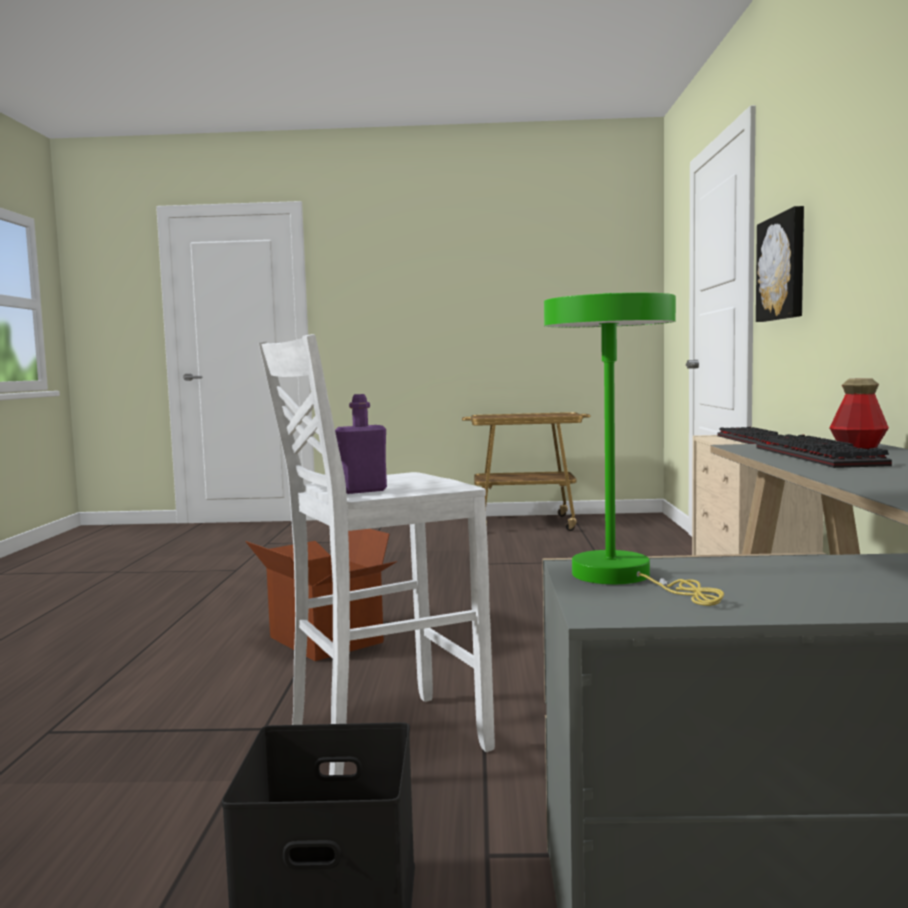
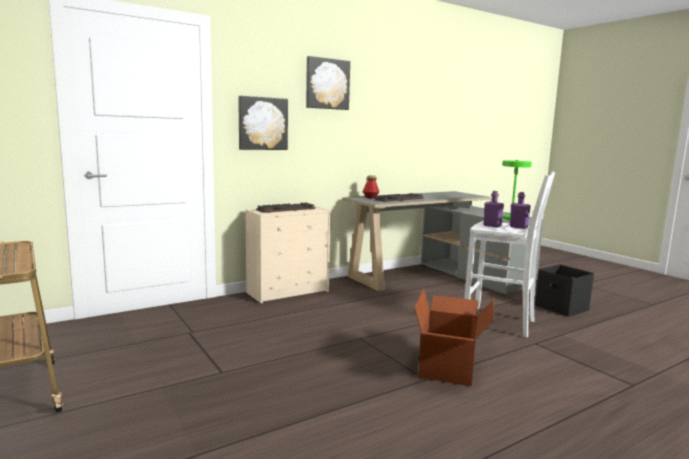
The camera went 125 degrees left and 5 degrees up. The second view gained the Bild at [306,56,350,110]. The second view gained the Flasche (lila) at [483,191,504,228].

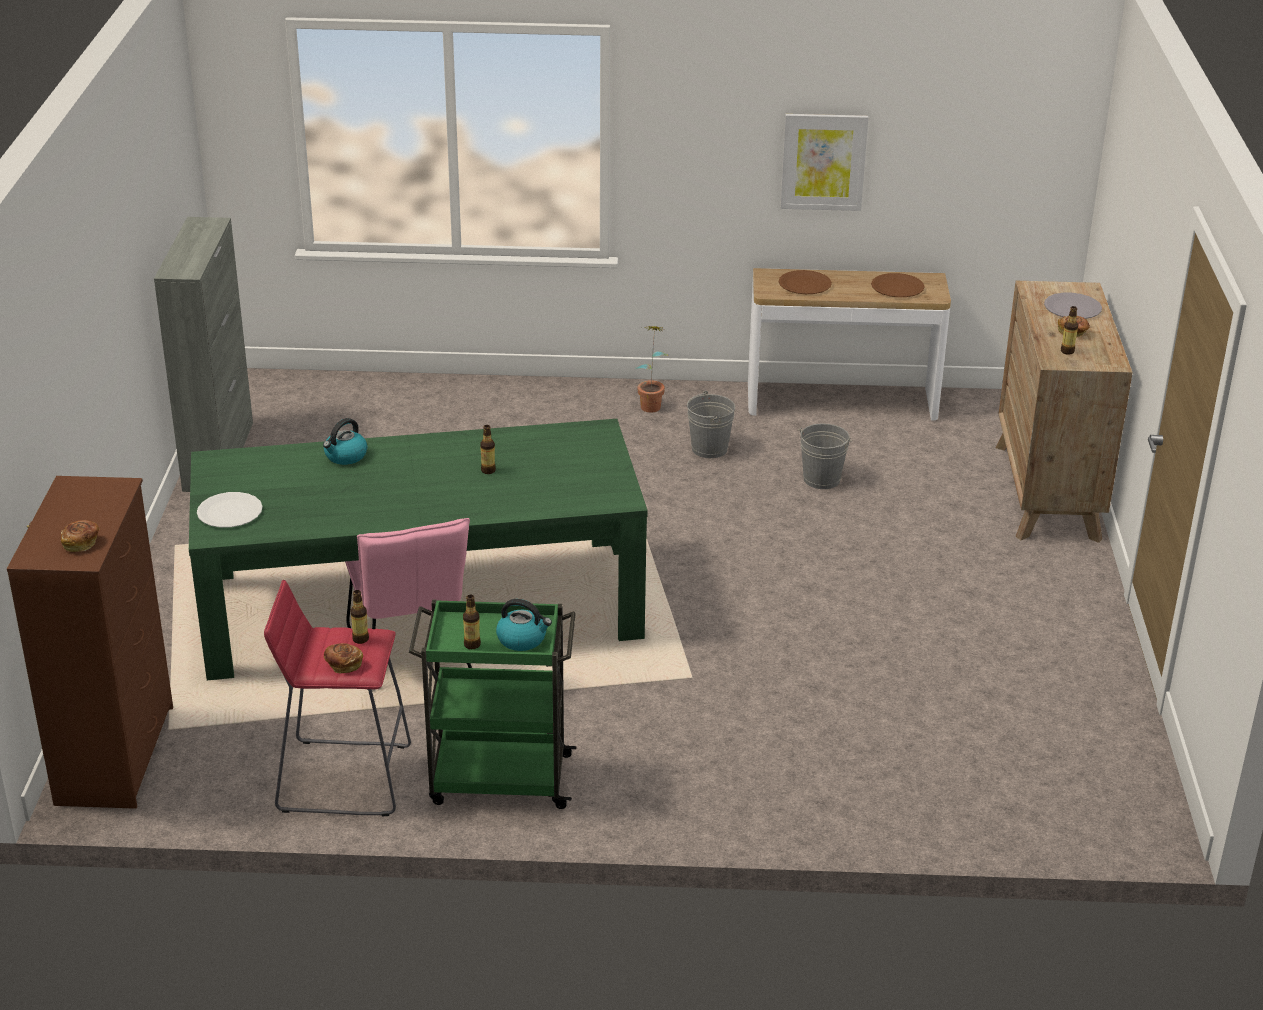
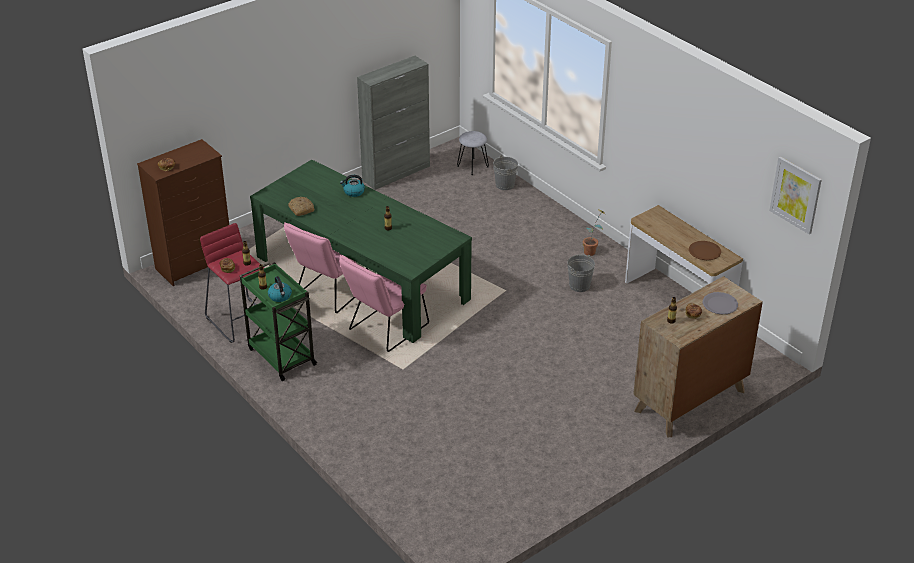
The camera went 50 degrees right and 5 degrees up. The Bild ended up elsewhere, having gone from [780,114,868,211] to [769,157,822,234]. The second view lost the Teller (braun) at [779,270,832,294]. The Eimer (grau) ended up elsewhere, having gone from [797,423,852,489] to [493,155,518,190]. The second view lost the Teller (weiß) at [197,492,263,528]. The second view gained the Hocker (grau) at [457,131,489,175]. The second view gained the Brot at [288,197,315,216]. The second view gained the Stuhl (rosa) at [339,255,429,352].

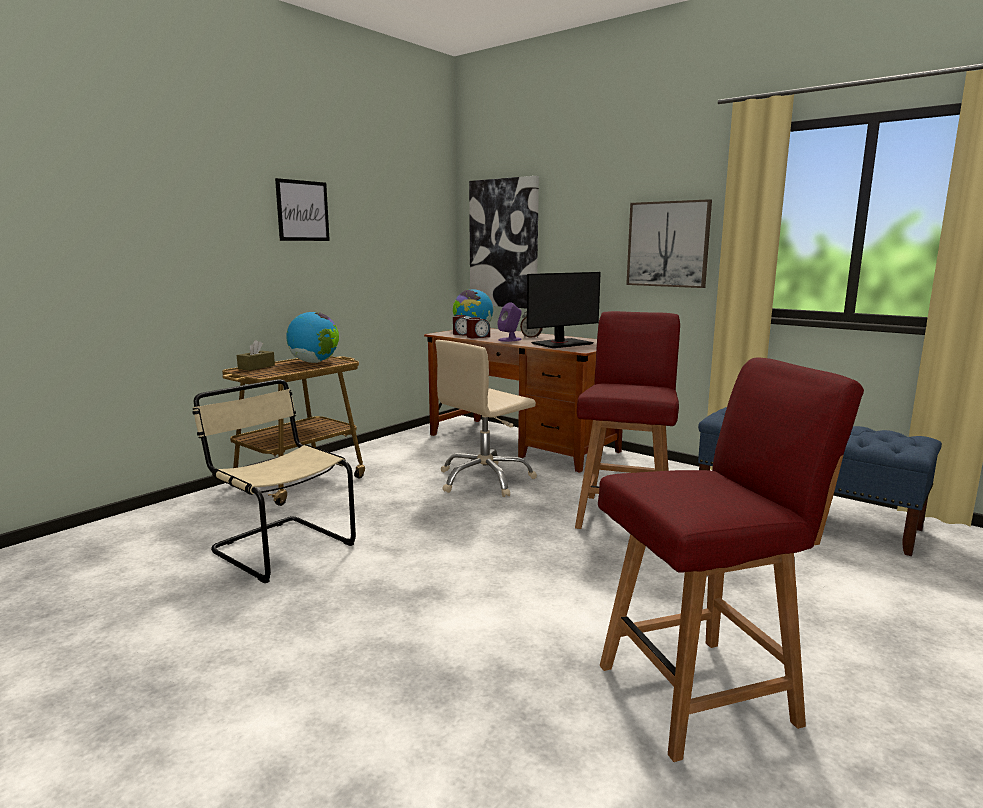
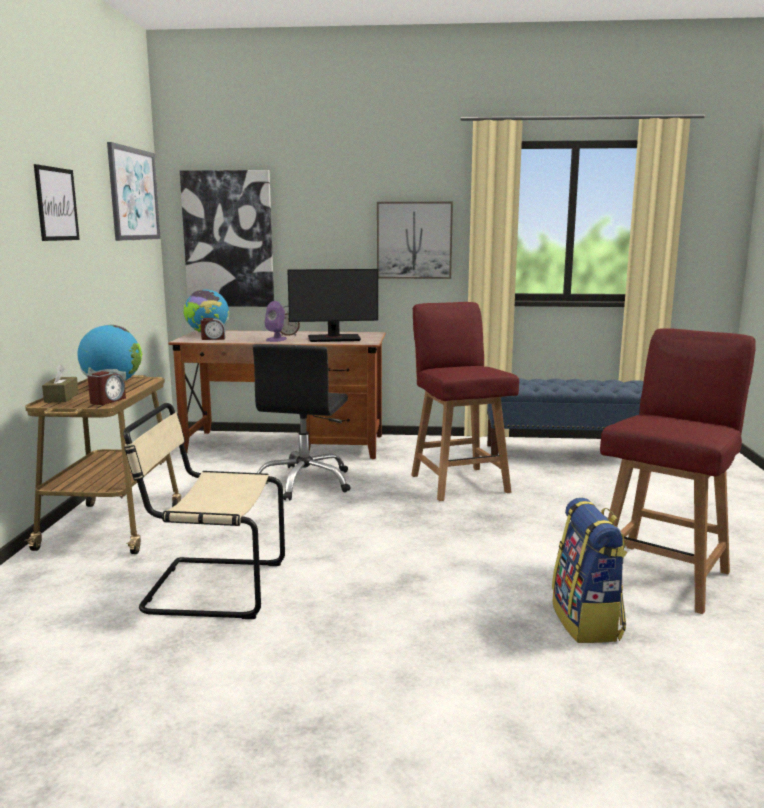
The camera went 35 degrees left and 0 degrees up. The Monitor at [527,272,601,348] ended up facing another way, 60 degrees clockwise from before. The Wecker ended up elsewhere, having gone from [467,317,490,338] to [87,371,126,405]. What was the Bürostuhl (beige) at [435,340,537,497] turned into the Bürostuhl (schwarz) at [253,344,351,501]. The second view gained the Bild at [107,142,161,241]. The second view gained the Rucksack at [552,498,627,643].

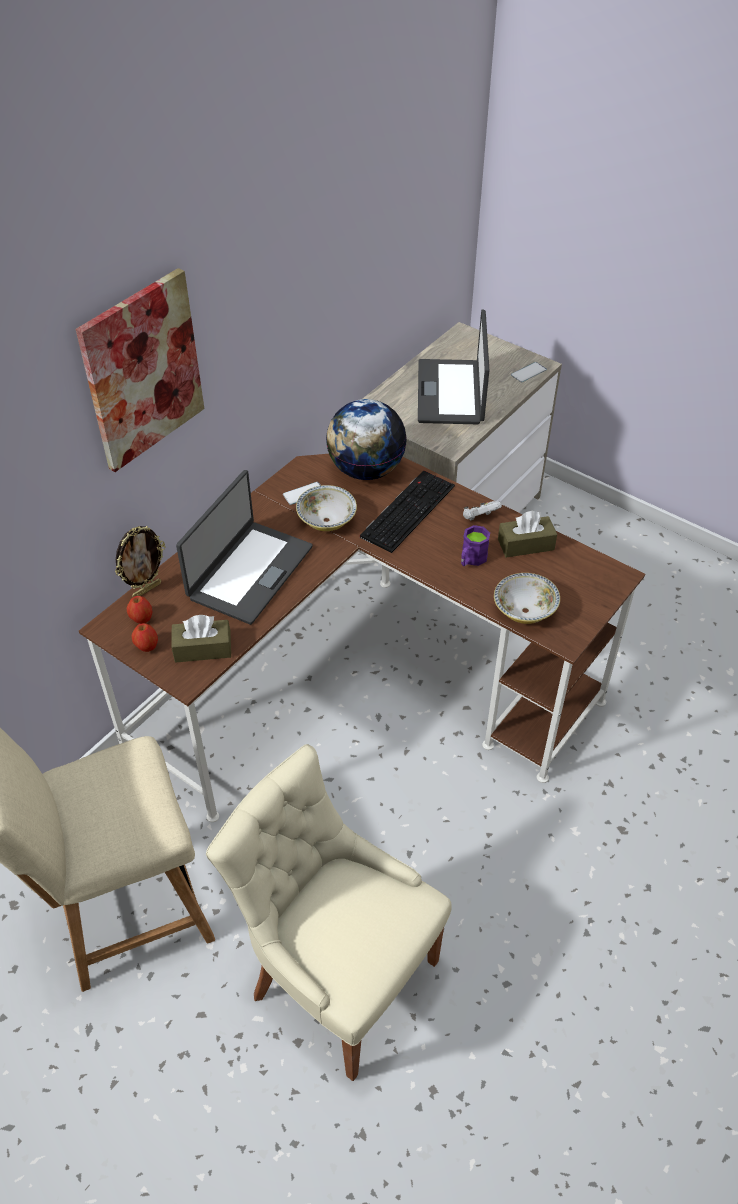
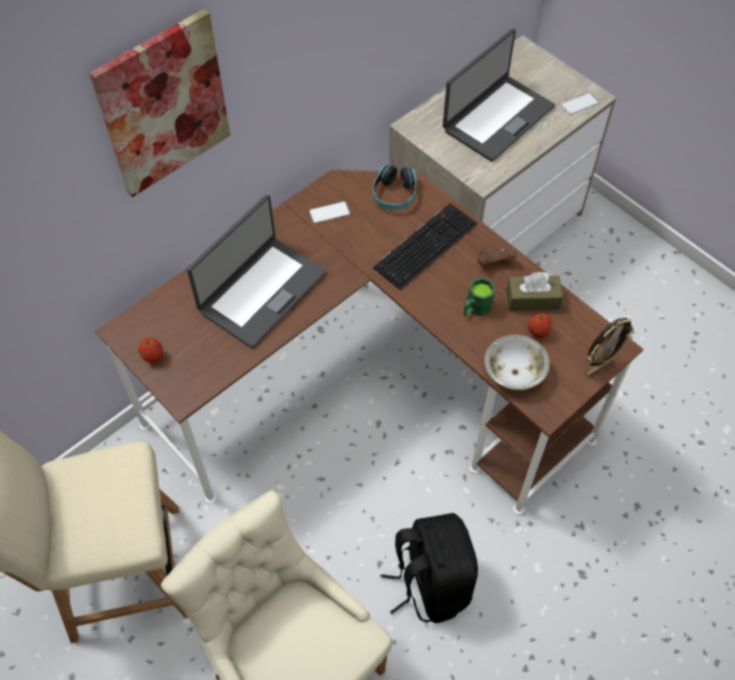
The camera went 10 degrees right and 10 degrees up. The Laptop at [418,309,489,424] ended up facing another way, 150 degrees counterclockwise from before. Where the Globus stood at [326,399,407,480], the Kopfhörer came to stand at [373,165,417,210]. The second view lost the Schüssel at [296,485,357,531]. What was the Gamepad (weiß) at [463,501,502,520] turned into the Gamepad (braun) at [477,249,516,265]. What was the Henkelbecher (lila) at [461,525,490,566] turned into the Henkelbecher (grün) at [463,277,496,316]. The Bilderrahmen ended up elsewhere, having gone from [115,526,165,598] to [587,318,634,376]. The Apfel ended up elsewhere, having gone from [126,596,152,624] to [528,313,552,338]. The second view lost the Taschentuchbox (braun) at [171,615,231,663]. The second view gained the Rucksack (schwarz) at [380,513,478,623].

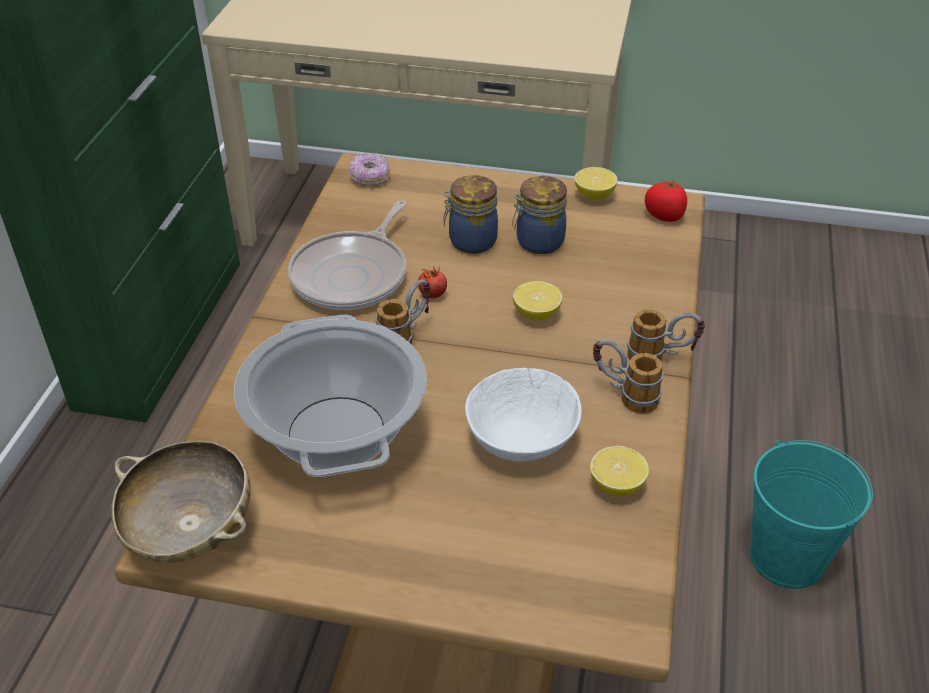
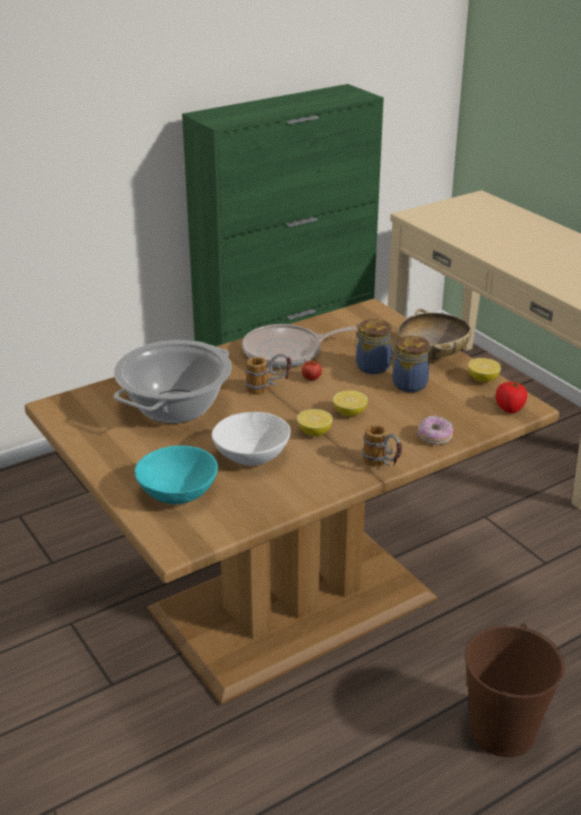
The camera went 45 degrees right and 10 degrees down. The Donut ended up elsewhere, having gone from [349,154,390,186] to [418,416,453,445]. The second view lost the Henkelbecher at [593,340,663,413]. What was the Eimer (türkis) at [750,440,873,589] turned into the Eimer (braun) at [465,624,565,757]. The Schüssel (beige) ended up elsewhere, having gone from [111,441,251,563] to [397,309,471,359]. The Zitrone ended up elsewhere, having gone from [590,446,649,496] to [297,409,333,436]. The second view gained the Schüssel (türkis) at [135,446,218,505].

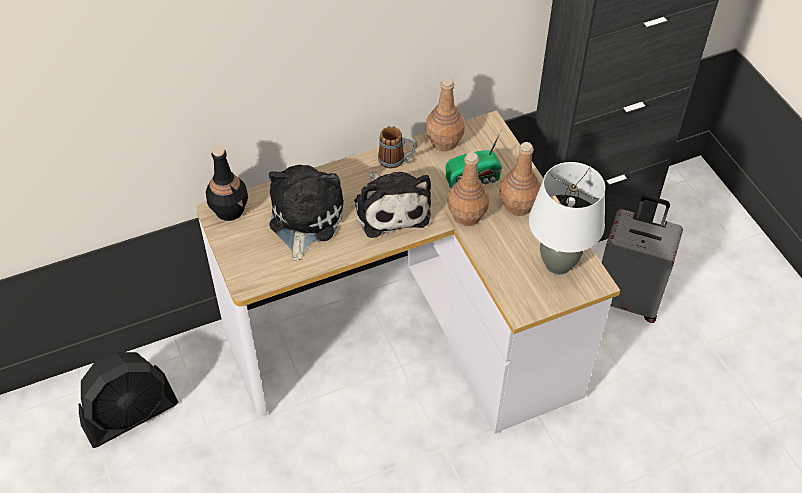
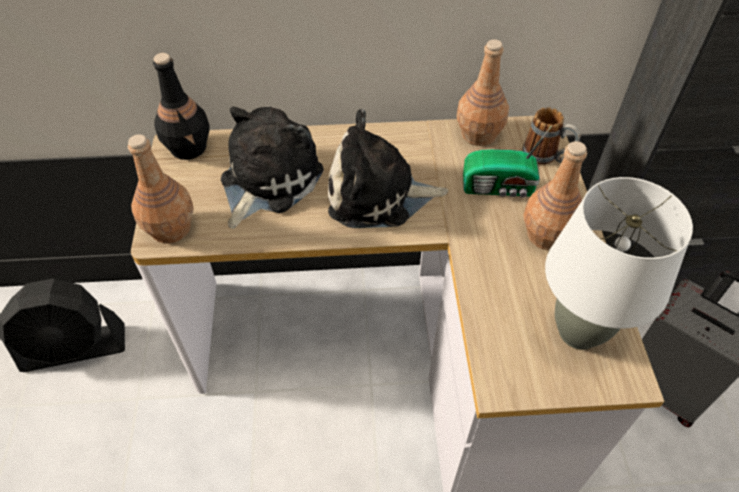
The camera went 20 degrees right and 0 degrees up. The Henkelbecher ended up elsewhere, having gone from [378,126,417,168] to [523,107,581,165]. The Flasche (braun) ended up elsewhere, having gone from [447,152,489,226] to [128,134,194,243]. The Plüschtier at [354,171,431,238] ended up facing another way, 90 degrees clockwise from before.

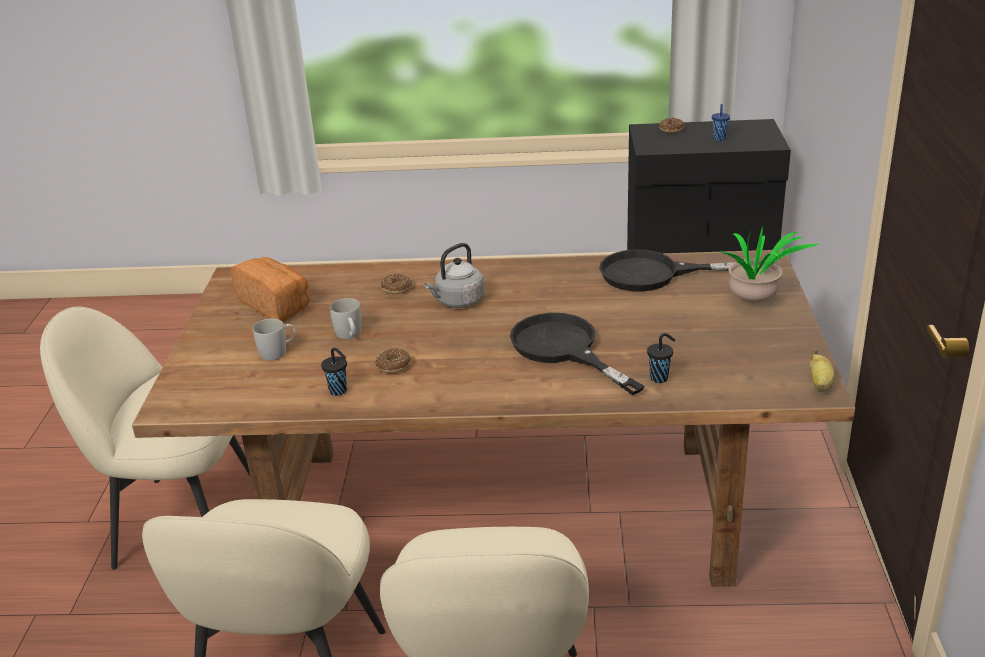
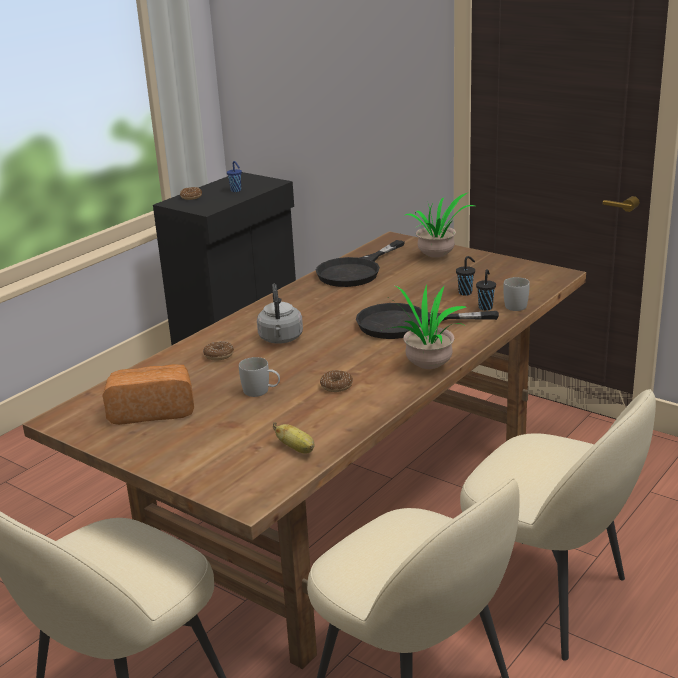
The camera went 55 degrees left and 5 degrees down. The Henkelbecher (weiß) ended up elsewhere, having gone from [253,318,296,361] to [503,277,530,311]. The Tasse (schwarz) ended up elsewhere, having gone from [321,348,347,396] to [456,256,475,296]. The Banane ended up elsewhere, having gone from [810,349,834,392] to [273,422,315,454]. The second view gained the Topfpflanze at [384,284,467,369].

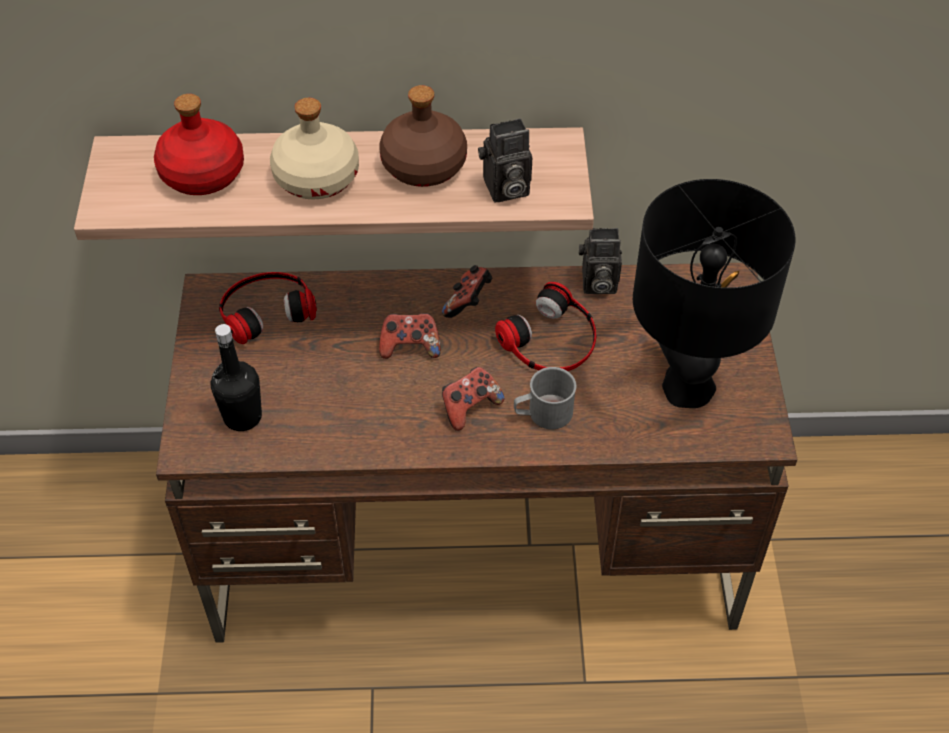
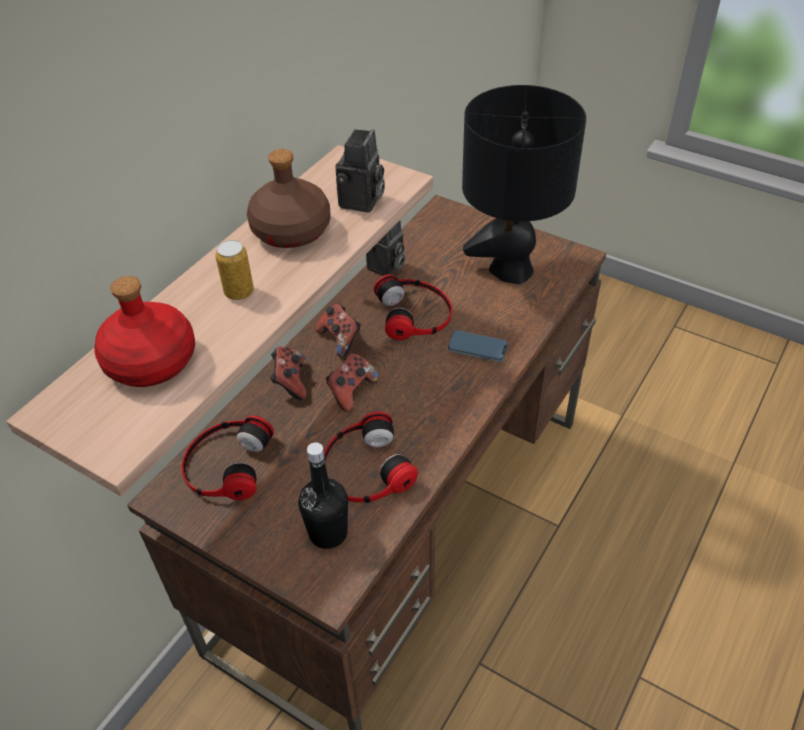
The camera went 55 degrees left and 5 degrees down. Where the Flasche (beige) stood at [270,98,359,200], the Dose came to stand at [215,240,254,300]. The Gamepad ended up elsewhere, having gone from [442,367,504,431] to [270,346,307,400]. Where the Henkelbecher (grau) stood at [514,367,577,430], the Handy came to stand at [448,330,508,362]. The second view gained the Kopfhörer at [324,411,418,503].

